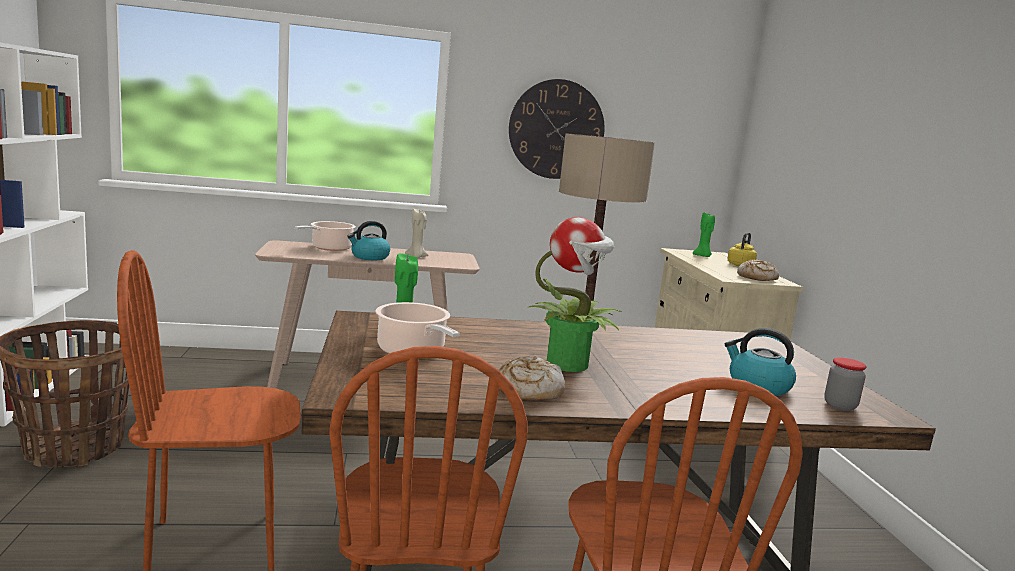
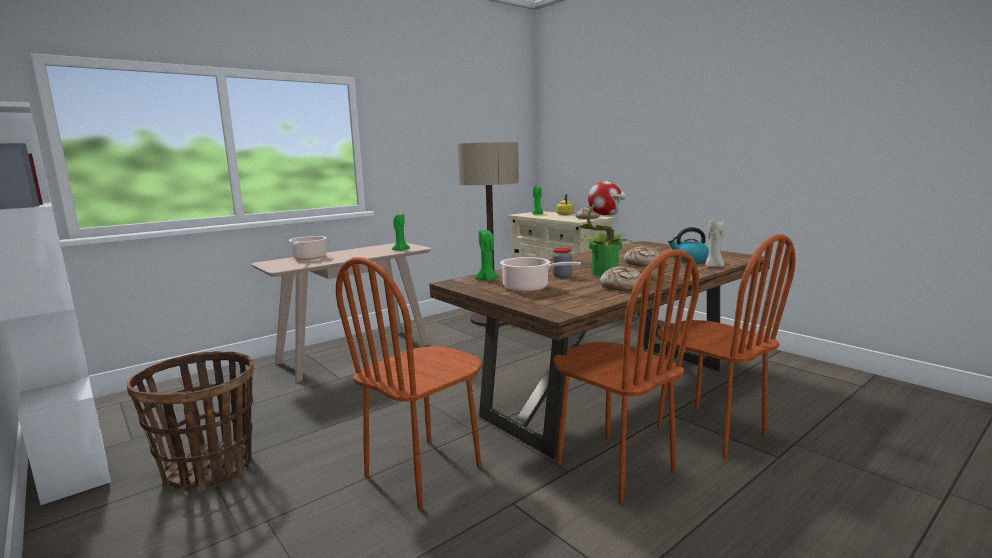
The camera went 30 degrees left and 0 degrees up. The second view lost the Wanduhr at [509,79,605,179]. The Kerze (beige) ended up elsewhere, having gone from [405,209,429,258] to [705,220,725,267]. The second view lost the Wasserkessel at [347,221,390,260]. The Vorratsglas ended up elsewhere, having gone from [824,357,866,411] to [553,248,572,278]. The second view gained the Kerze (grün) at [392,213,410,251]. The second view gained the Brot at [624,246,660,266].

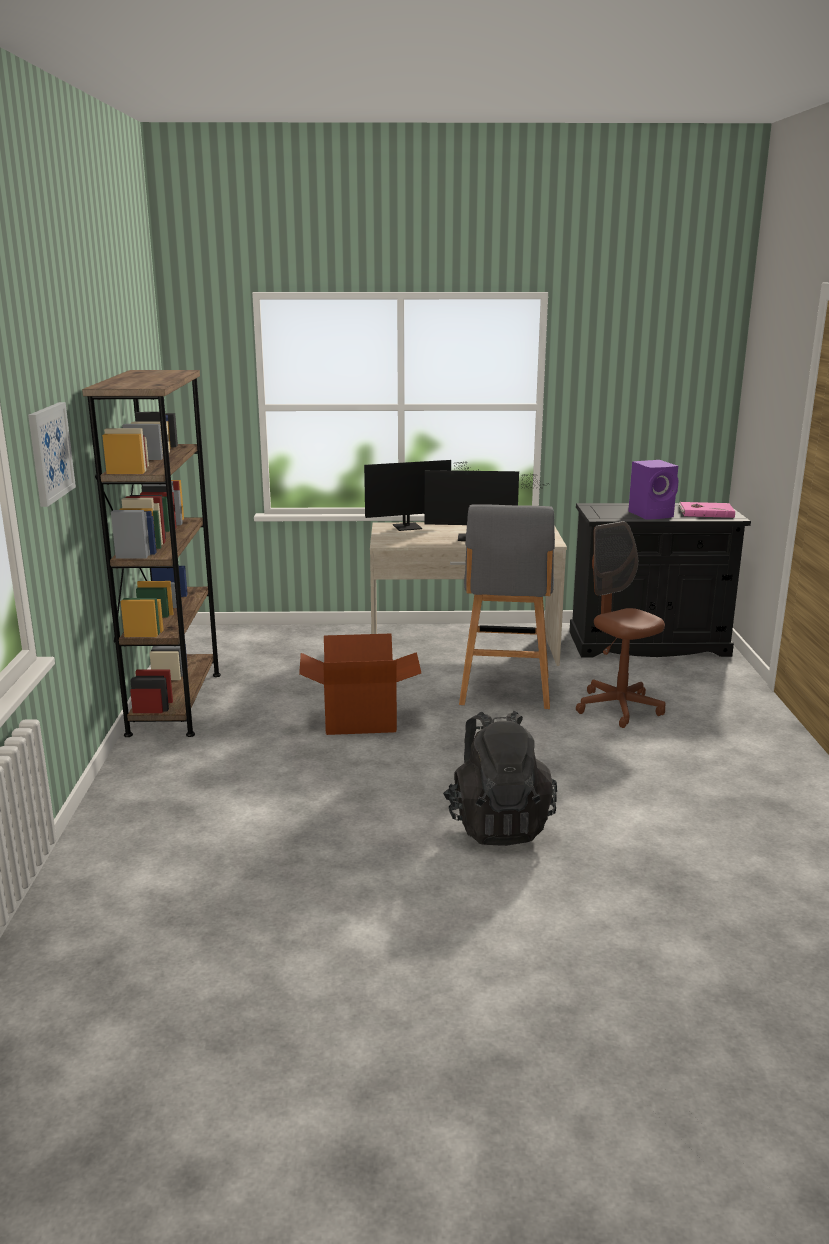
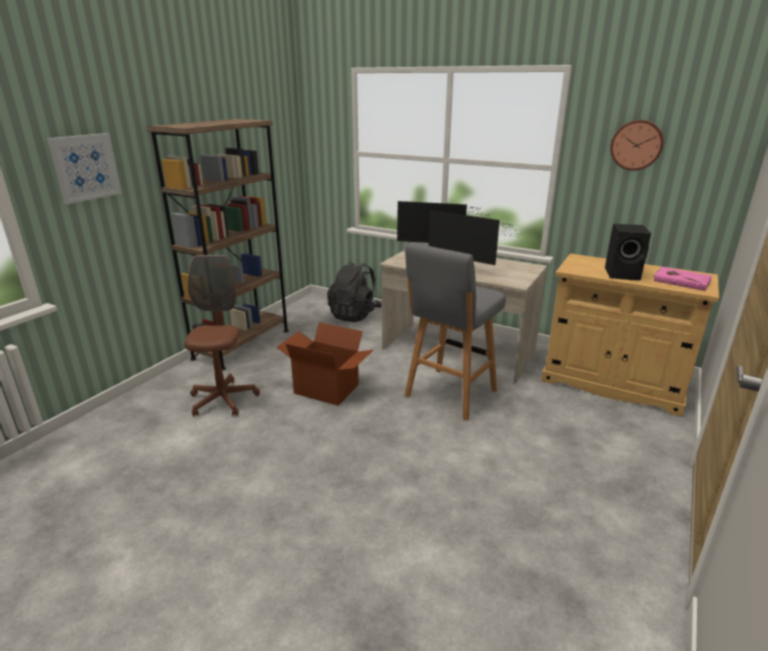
The camera went 30 degrees right and 5 degrees up. What was the Lautsprecher (lila) at [628,460,679,520] turned into the Lautsprecher (schwarz) at [605,224,651,280]. What was the Schrank (schwarz) at [569,503,751,658] turned into the Schrank (beige) at [541,253,719,417]. The Bürostuhl (braun) ended up elsewhere, having gone from [576,521,665,728] to [184,255,260,417]. The Rucksack (schwarz) ended up elsewhere, having gone from [443,710,557,846] to [327,261,382,322]. The second view gained the Wanduhr at [610,120,664,171].

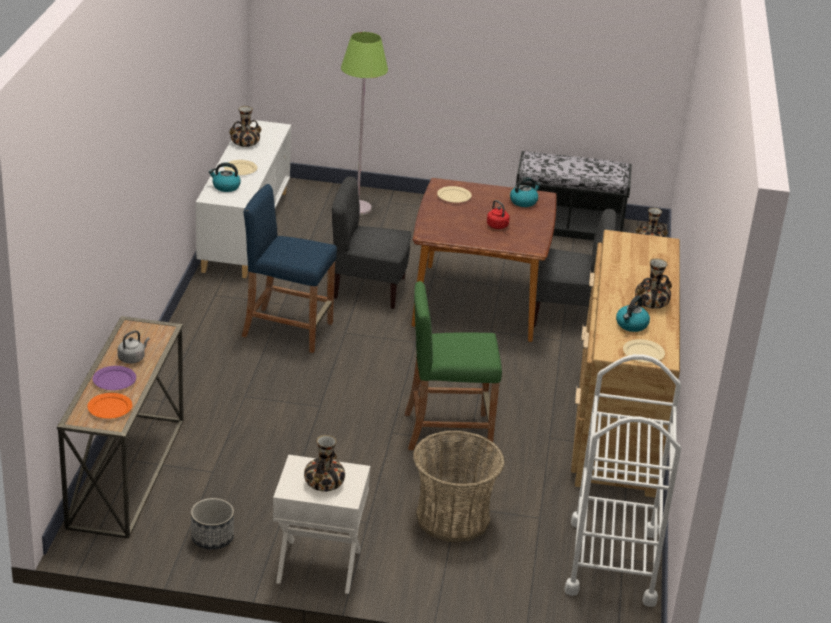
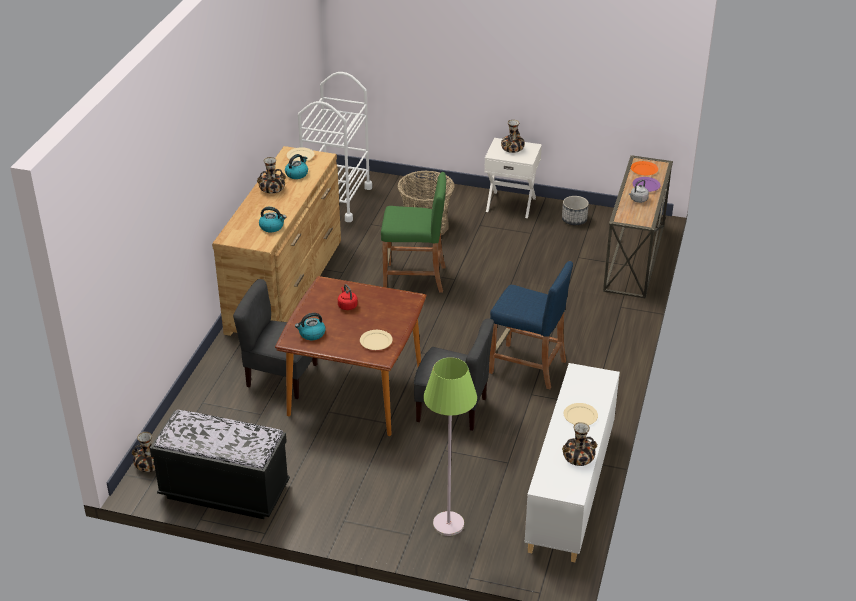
The camera went 170 degrees left and 5 degrees up. The Wasserkessel ended up elsewhere, having gone from [209,163,241,192] to [259,207,286,233].

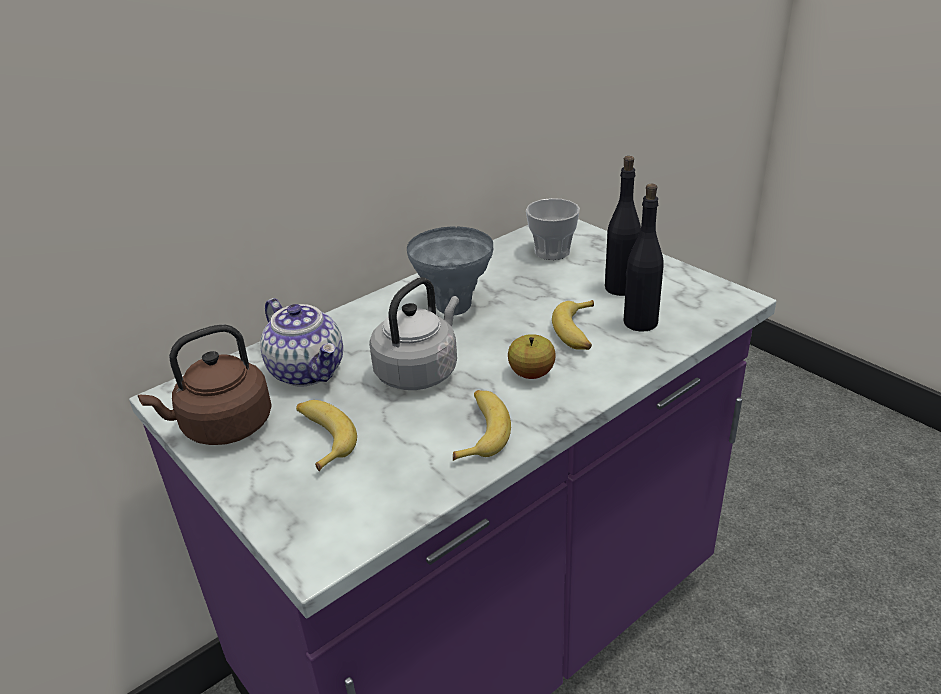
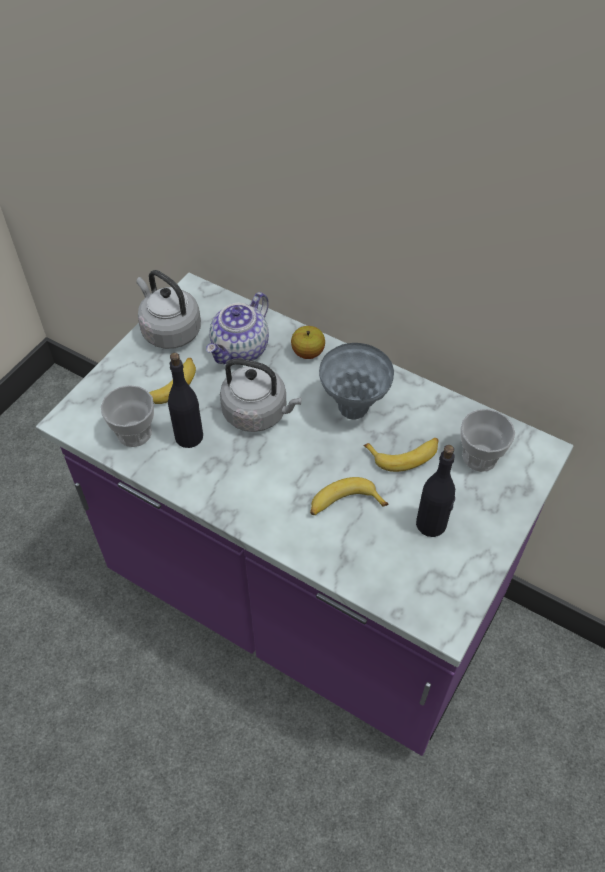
The camera went 70 degrees right and 20 degrees up. The Flasche (schwarz) ended up elsewhere, having gone from [623,184,664,332] to [168,353,203,448]. What was the Wasserkessel (braun) at [138,324,272,445] turned into the Wasserkessel (grau) at [136,270,201,349]. The Apfel ended up elsewhere, having gone from [508,334,556,379] to [291,326,325,359]. The Banane ended up elsewhere, having gone from [453,390,511,461] to [364,438,439,472]. The second view gained the Tasse at [101,385,154,447].

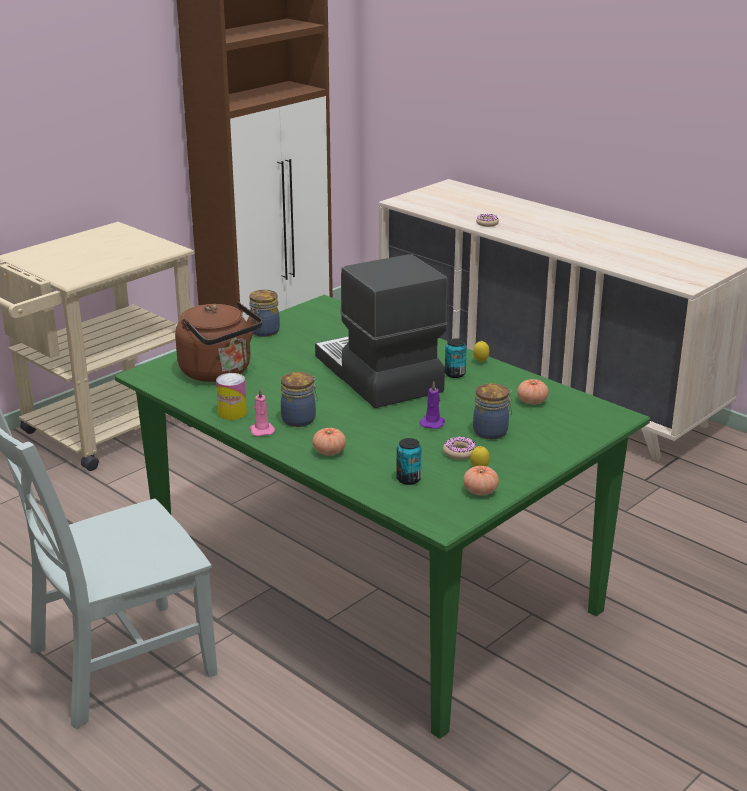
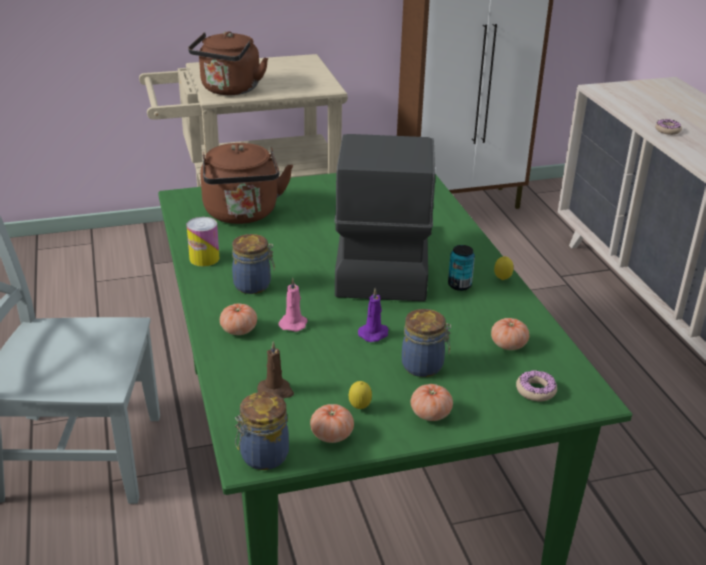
The camera went 30 degrees right and 5 degrees up. The Vorratsglas ended up elsewhere, having gone from [249,290,280,337] to [235,392,289,470]. The Kerze (rosa) ended up elsewhere, having gone from [250,389,275,437] to [278,278,307,332]. The Donut ended up elsewhere, having gone from [443,436,476,460] to [516,370,557,401]. Where the Dose stood at [396,438,422,485], the Kerze (braun) came to stand at [257,341,294,398]. The second view gained the Wasserkessel (braun) at [188,31,268,95]. The second view gained the Tomate at [411,384,453,421].

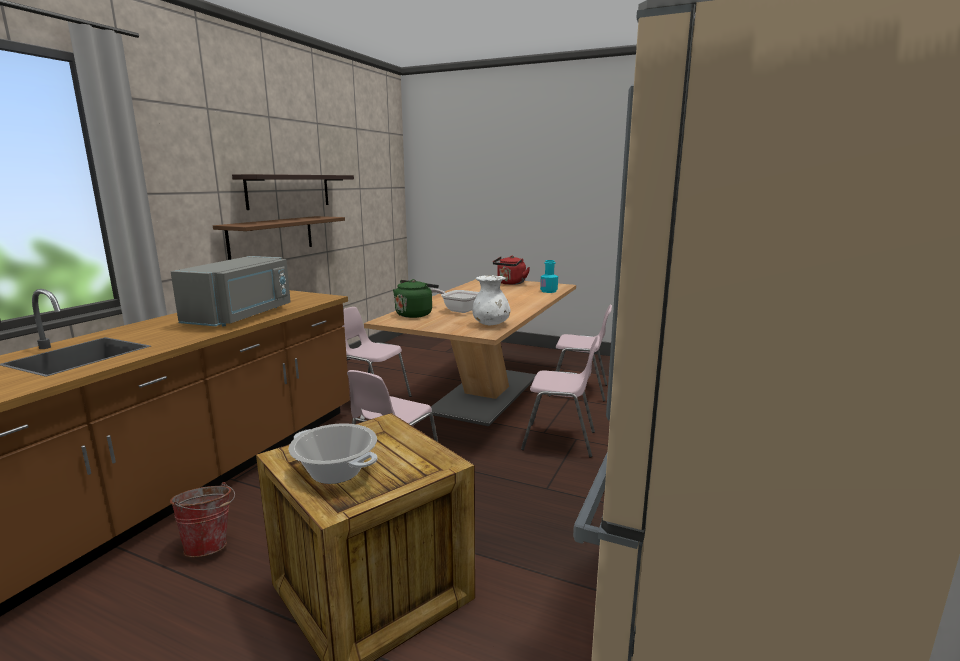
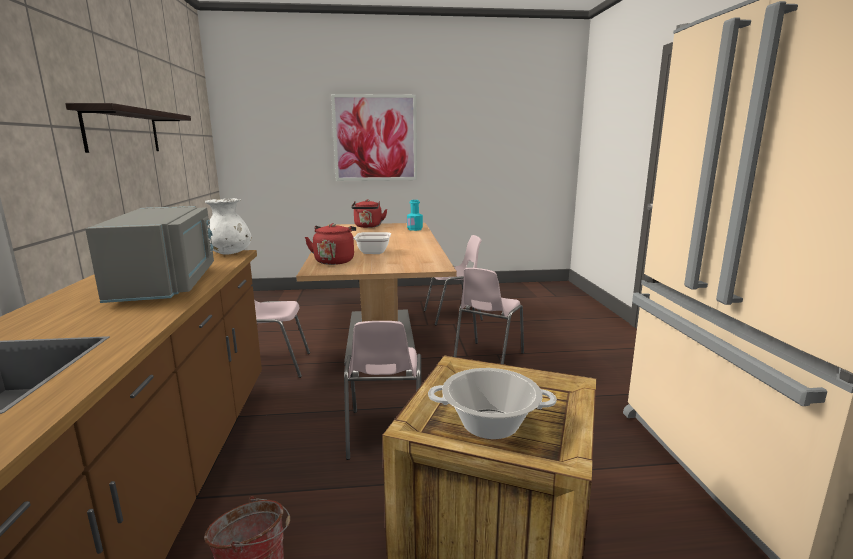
The camera went 30 degrees left and 0 degrees up. The second view lost the Wandregal (braun) at [213,216,345,260]. The Vase (weiß) ended up elsewhere, having gone from [473,275,511,325] to [205,198,251,255]. What was the Wasserkessel (grün) at [393,279,439,318] turned into the Wasserkessel (rot) at [305,223,356,265]. The Stuhl (rosa) at [521,336,600,457] ended up facing another way, 135 degrees clockwise from before. The second view gained the Bild at [331,94,417,181].

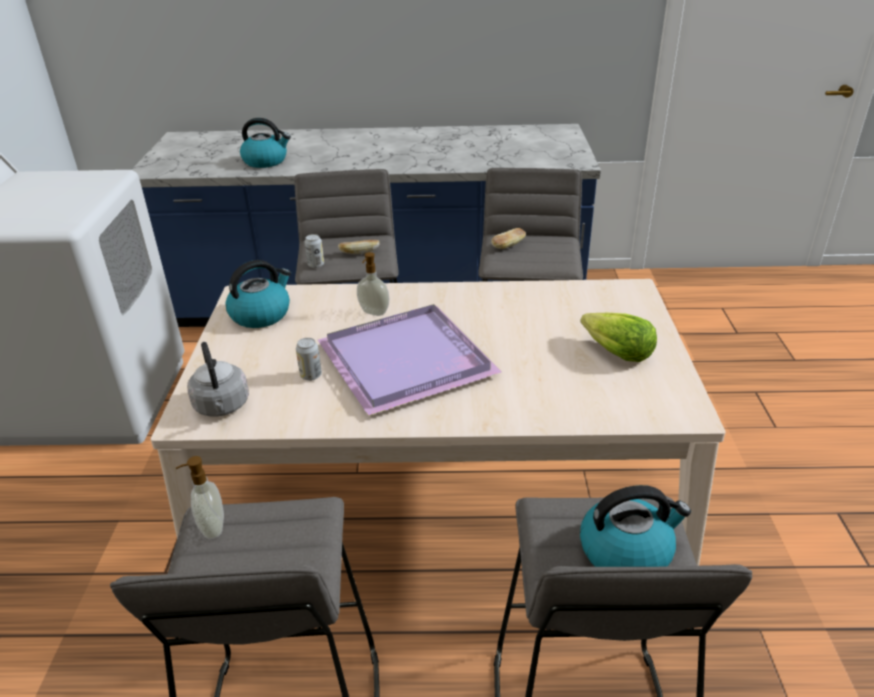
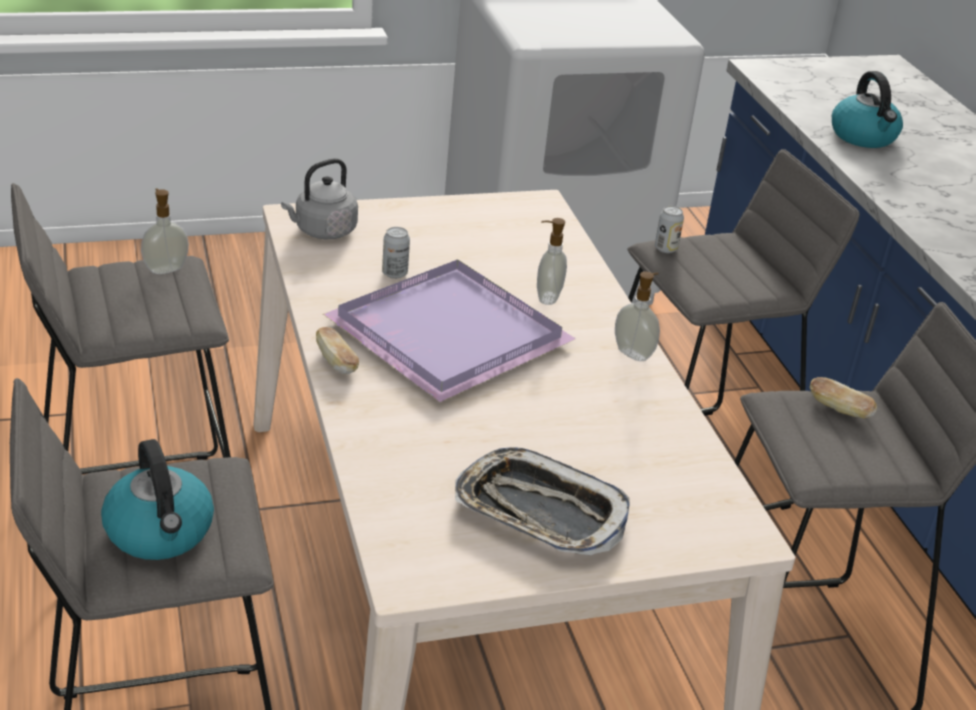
The camera went 70 degrees right and 0 degrees up. The Brot ended up elsewhere, having gone from [338,240,380,254] to [316,327,359,374]. The second view lost the Wasserkessel at [225,260,291,328]. Where the Salatkopf stood at [580,313,657,362], the Tablett came to stand at [455,447,630,555]. The second view gained the Seifenspender at [615,272,660,361].

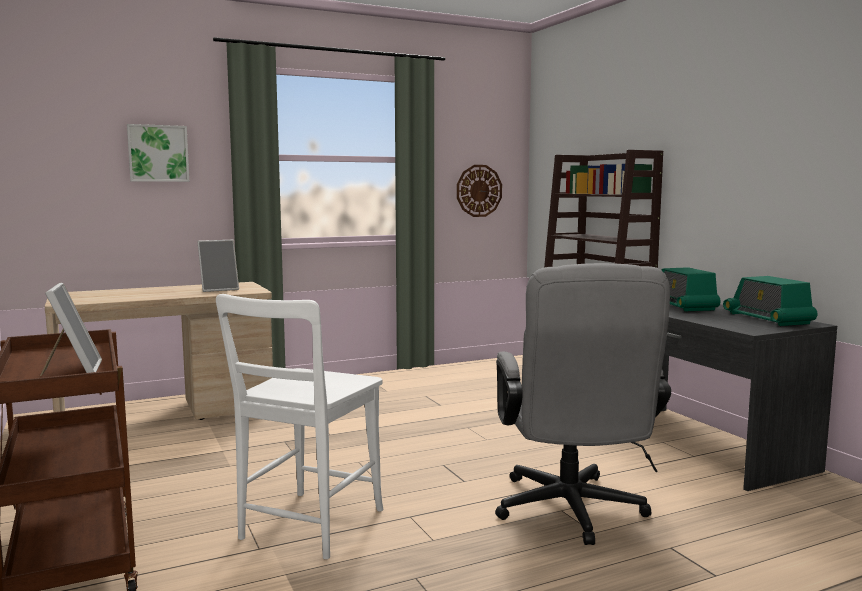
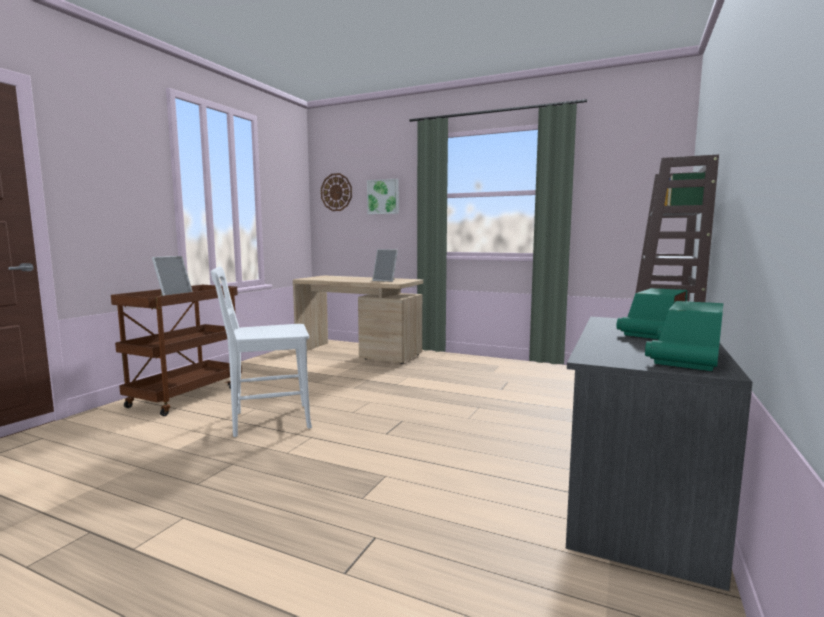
The camera went 50 degrees right and 0 degrees up. The Wanduhr ended up elsewhere, having gone from [457,165,502,217] to [321,173,352,211]. The second view lost the Bürostuhl (grau) at [495,263,671,545].

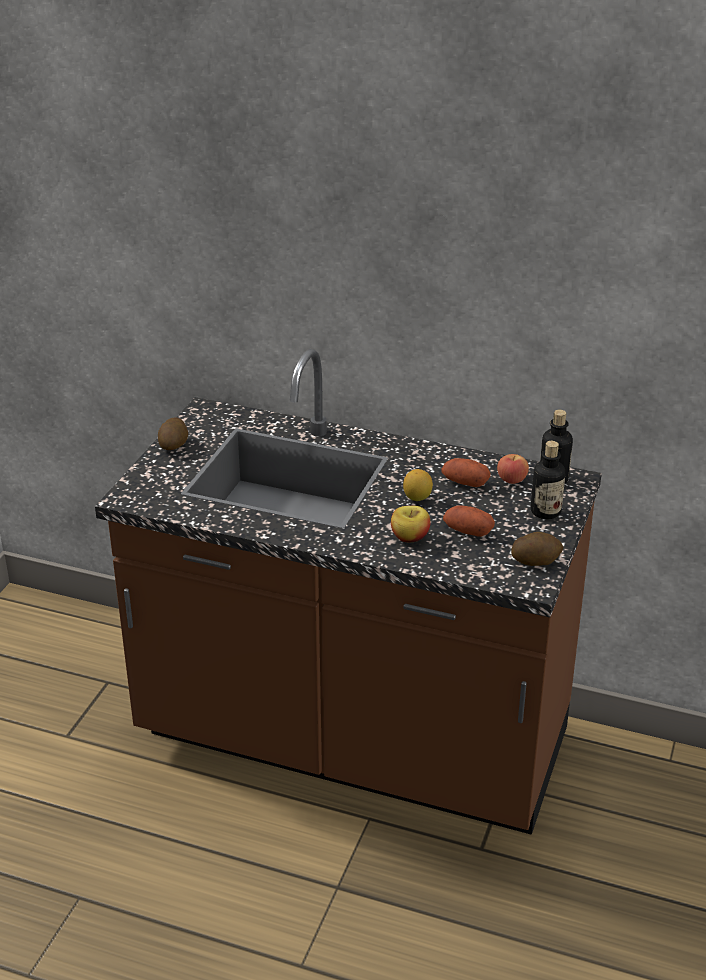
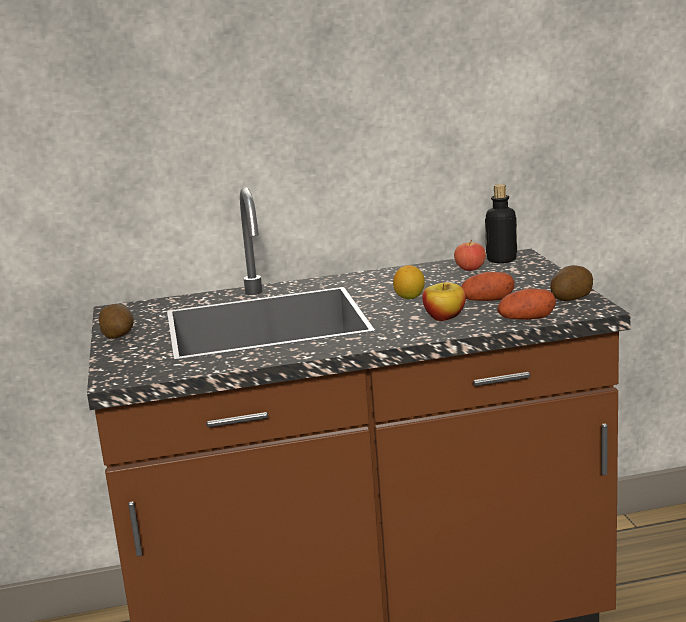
The camera went 30 degrees left and 15 degrees down. The second view lost the Flasche at [531,441,565,519]. The Kartoffel ended up elsewhere, having gone from [441,458,491,487] to [497,288,556,320].

